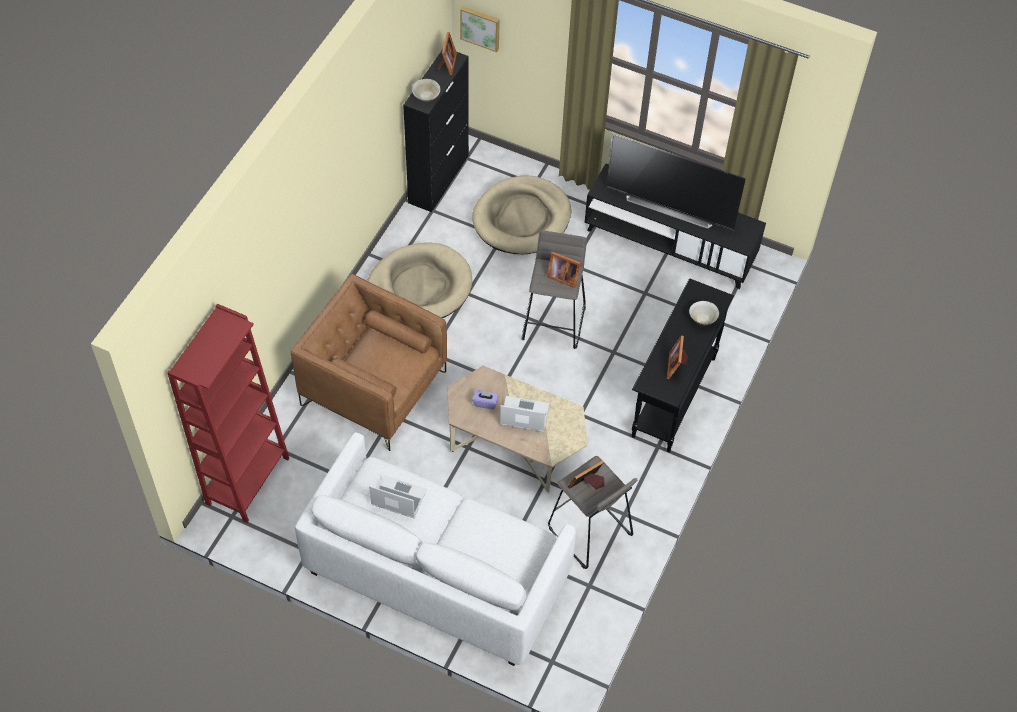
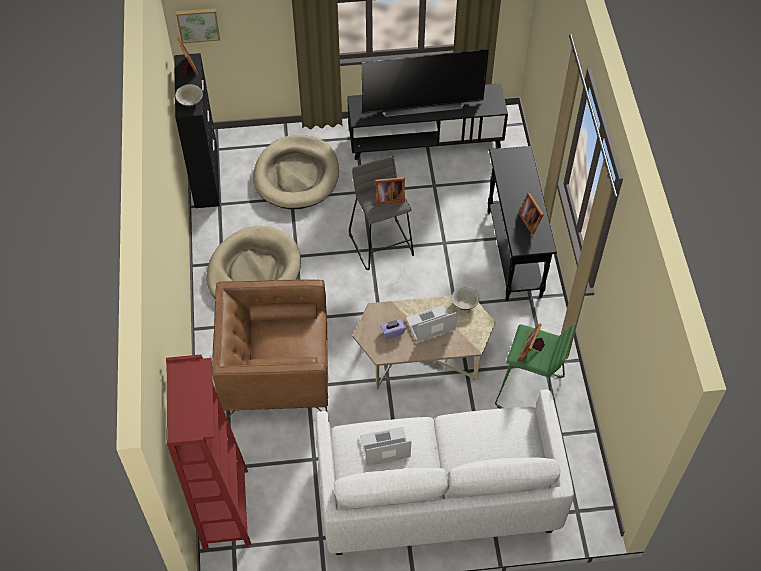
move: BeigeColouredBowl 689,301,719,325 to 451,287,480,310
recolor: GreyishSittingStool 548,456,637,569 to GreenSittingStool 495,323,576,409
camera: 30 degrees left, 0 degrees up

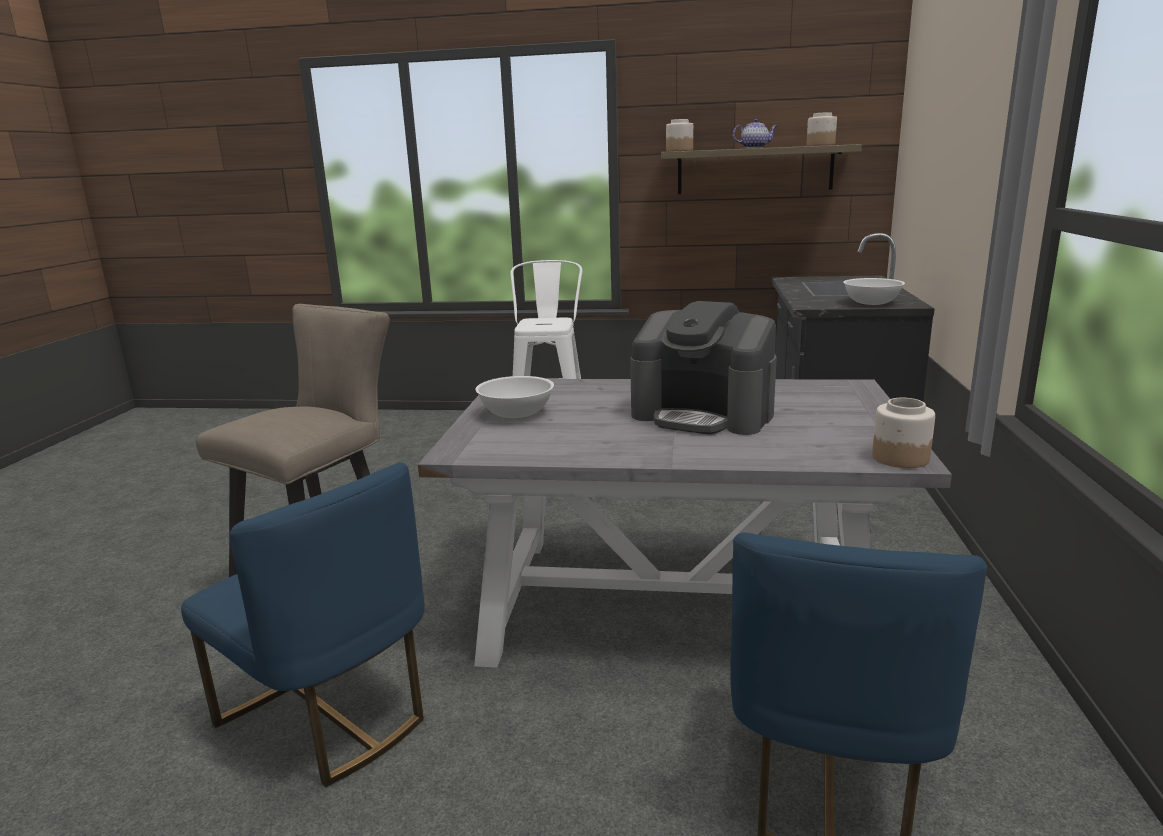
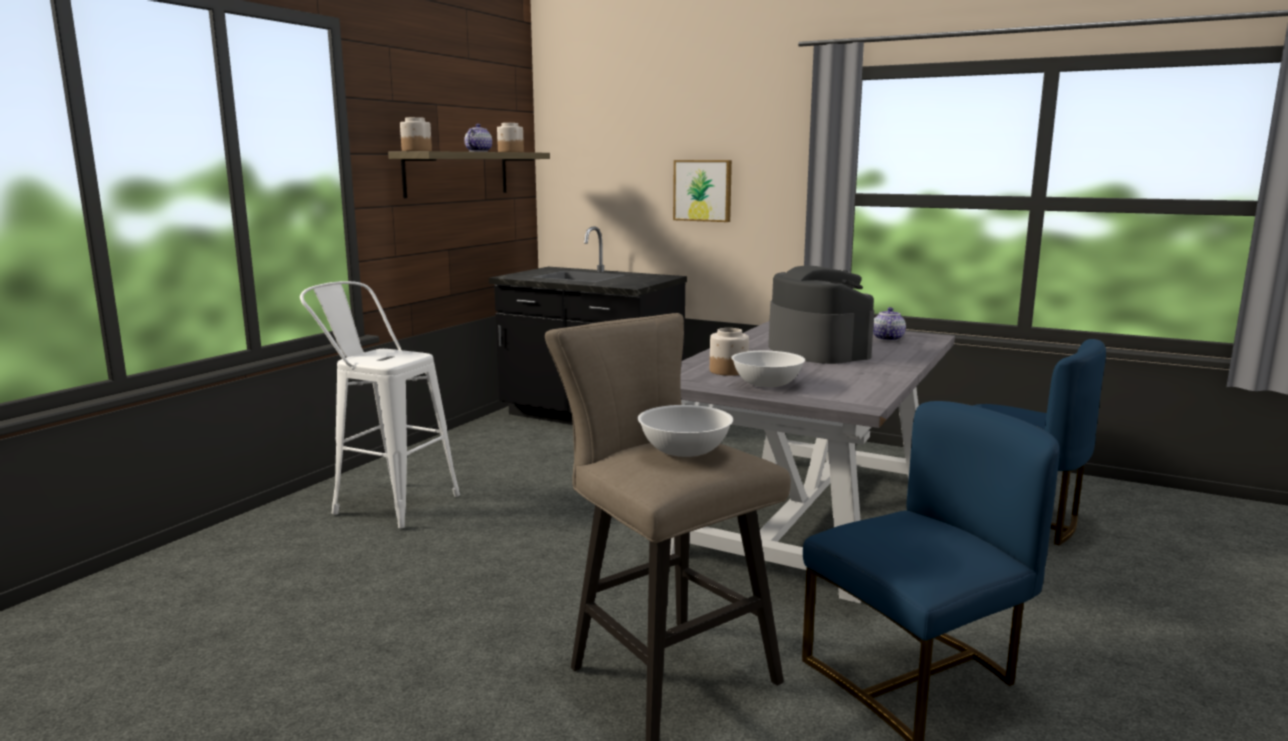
insert: Picture 673,160,732,222; TeaPot 873,307,906,341
move: WhitishBowl 843,278,905,305 to 638,405,733,457; Jar 872,398,935,468 to 710,328,749,376
rotate: CoffeeBrewer 630,301,777,435 = 768,265,874,364 75 degrees counterclockwise
camera: 70 degrees left, 5 degrees down

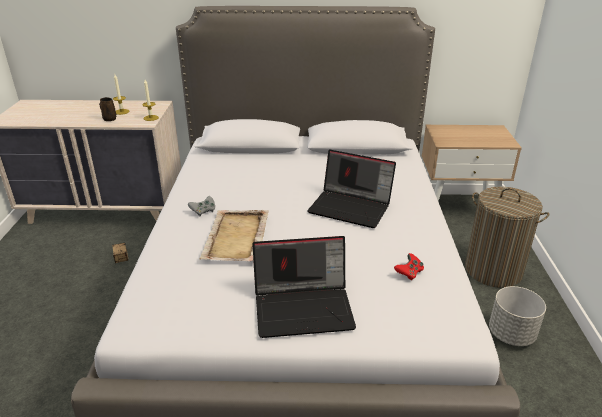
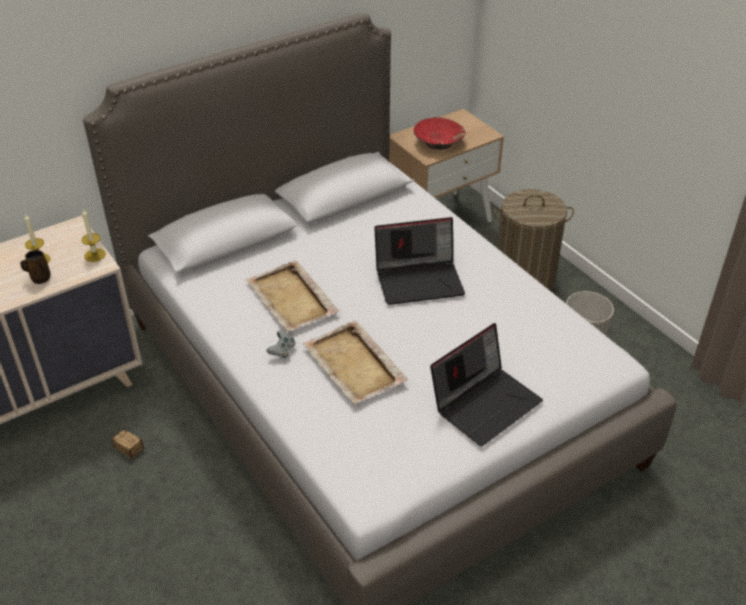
delete: RedColouredGamepad 394,253,424,280
insert: RedColouredBowl 414,117,465,150; BeigeColouredServingTray 245,260,339,332
camera: 35 degrees left, 10 degrees up

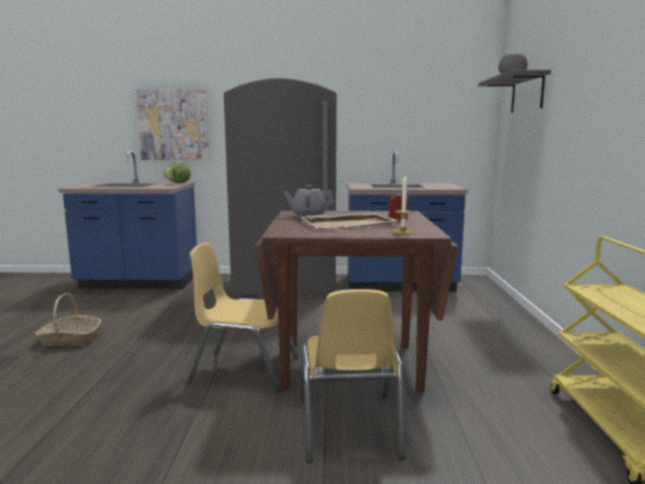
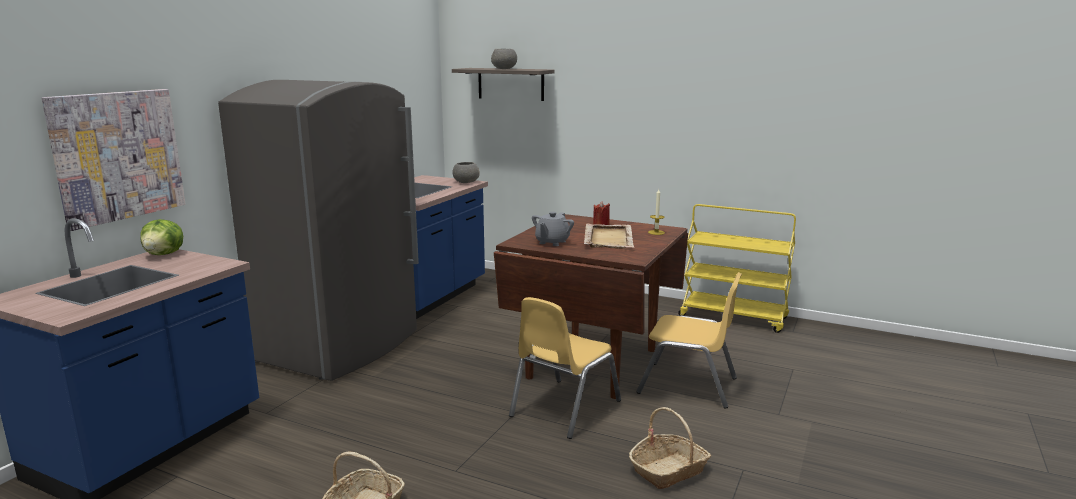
insert: GreyishBowl 452,162,480,183; HouseholdBasket 629,407,711,489
camera: 65 degrees left, 5 degrees up

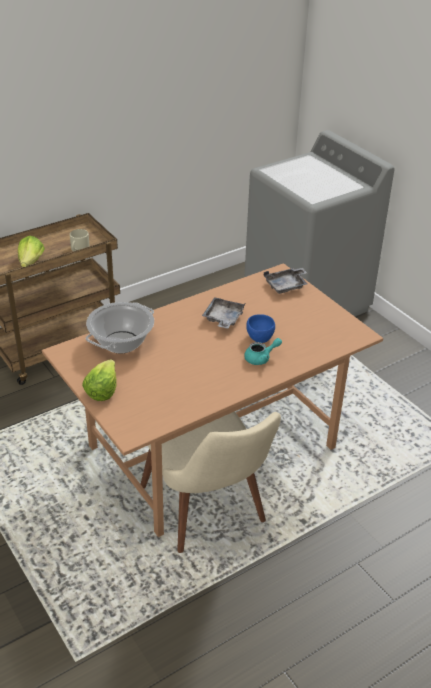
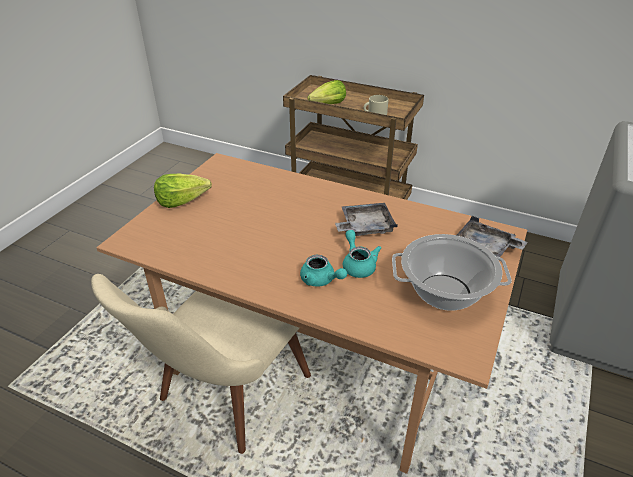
move: CookingPot 86,302,154,354 to 392,234,512,311
replace: BlueColouredBowl 246,314,275,343 to BlueGreenTeaPot 343,230,381,278
camera: 60 degrees right, 0 degrees up

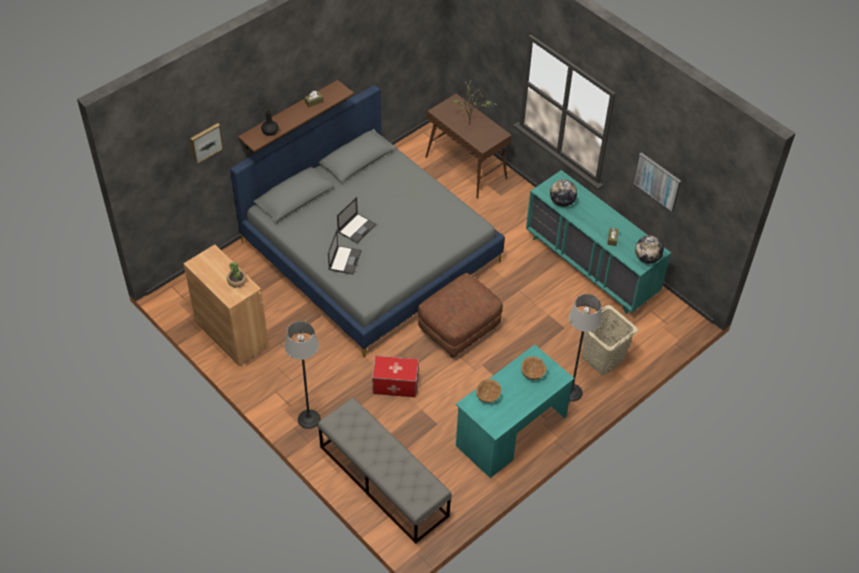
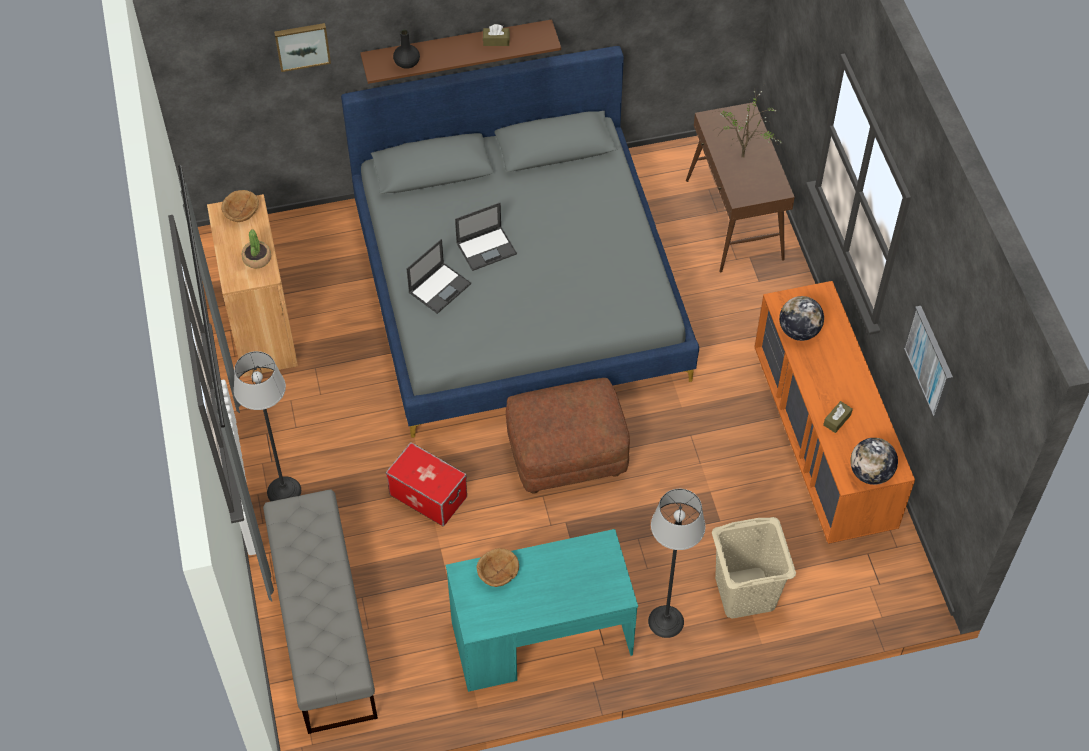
move: BrownBowl 521,356,546,380 to 221,190,259,222
recolor: BlueGreenDresser 526,170,671,314 to OrangeColouredDresser 755,281,915,544
camera: 30 degrees right, 5 degrees up

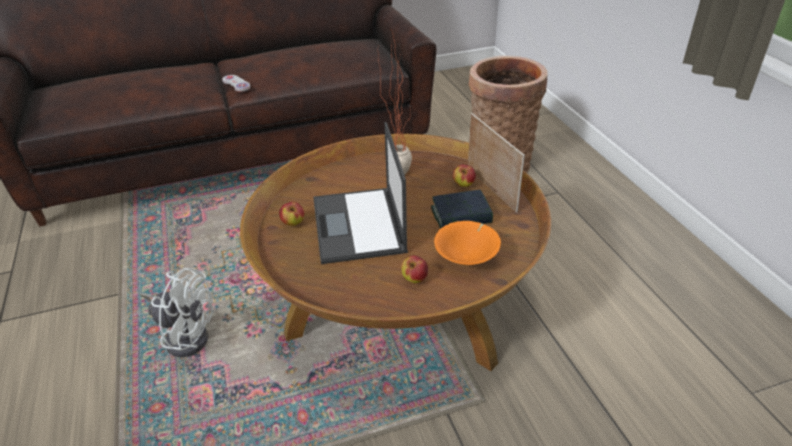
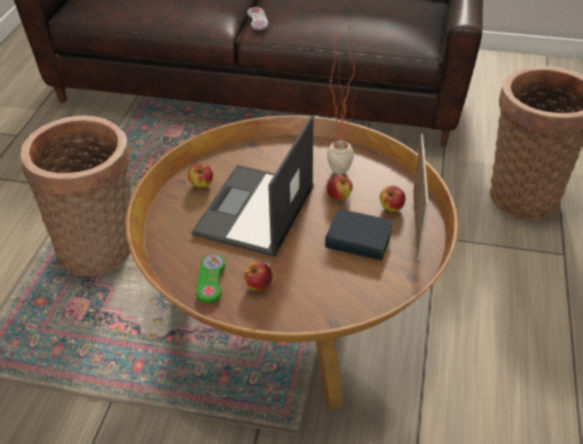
delete: OrangeColouredBowl 434,221,501,265
insert: AppleFruit 327,175,353,200; GreenGamepad 196,255,225,303
replace: WhitishElectricFan 140,268,213,357 to HouseholdBasket 21,115,131,276
camera: 30 degrees right, 5 degrees up

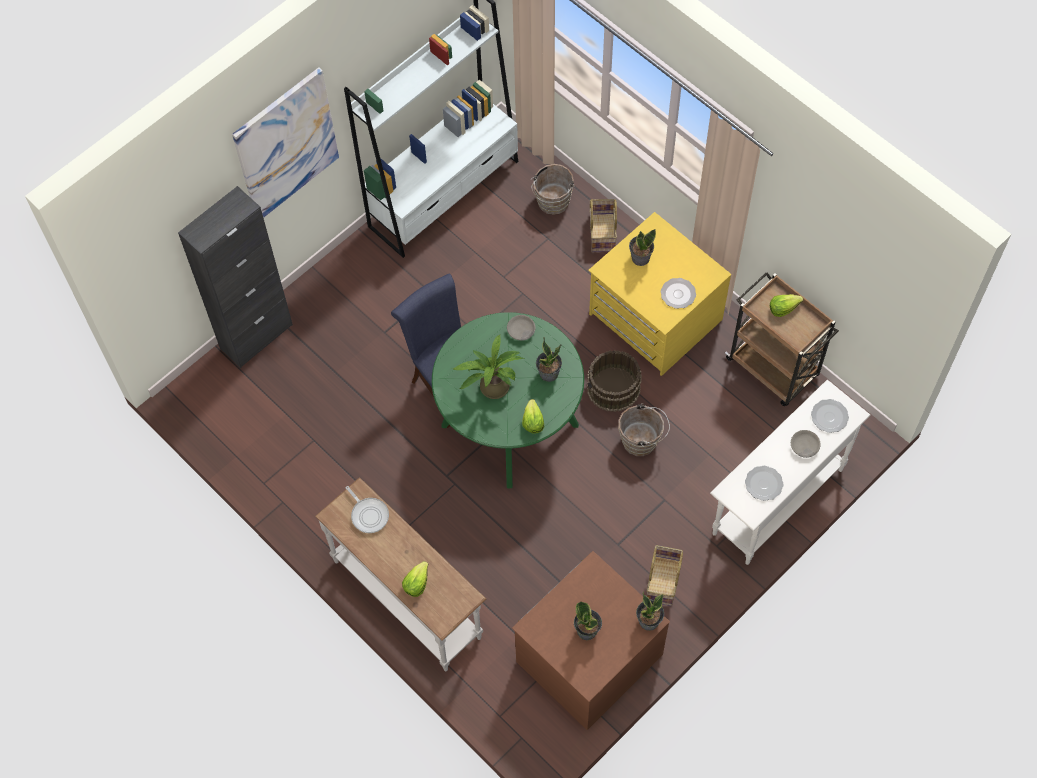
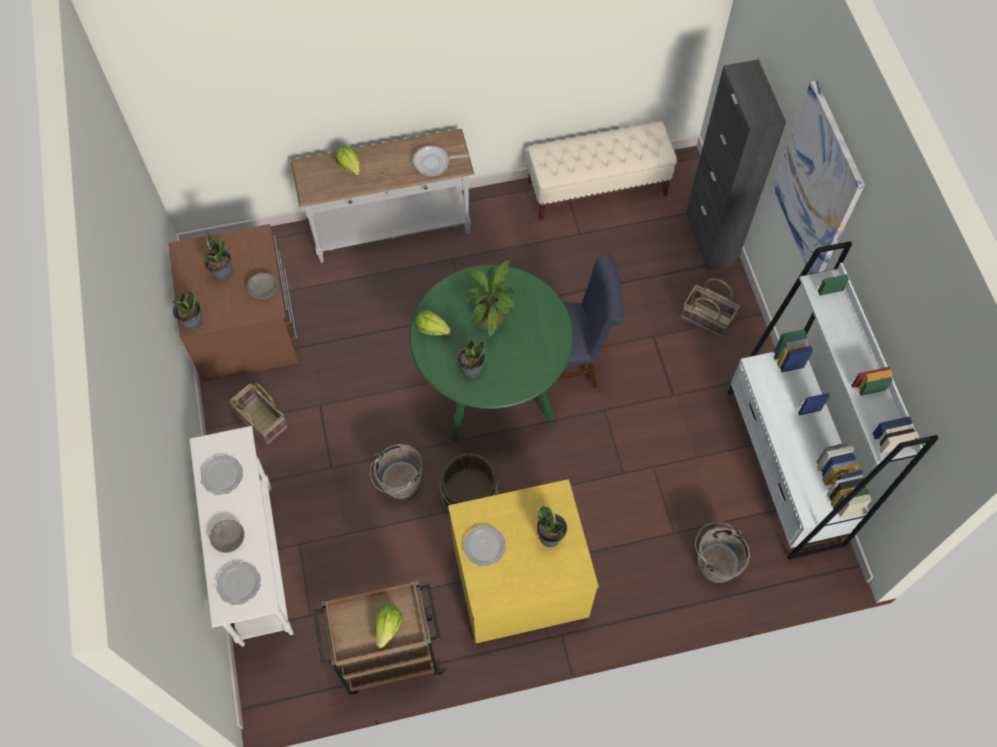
insert: BeigeColouredBench 526,121,677,220
move: HouseholdBasket 590,199,617,252 to 681,278,740,339; GreyishBowl 507,315,536,340 to 247,273,278,299
camera: 120 degrees right, 0 degrees up

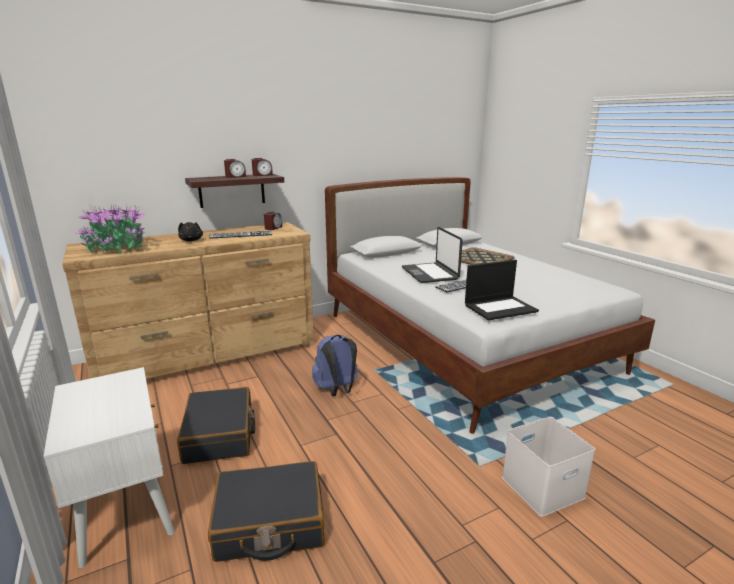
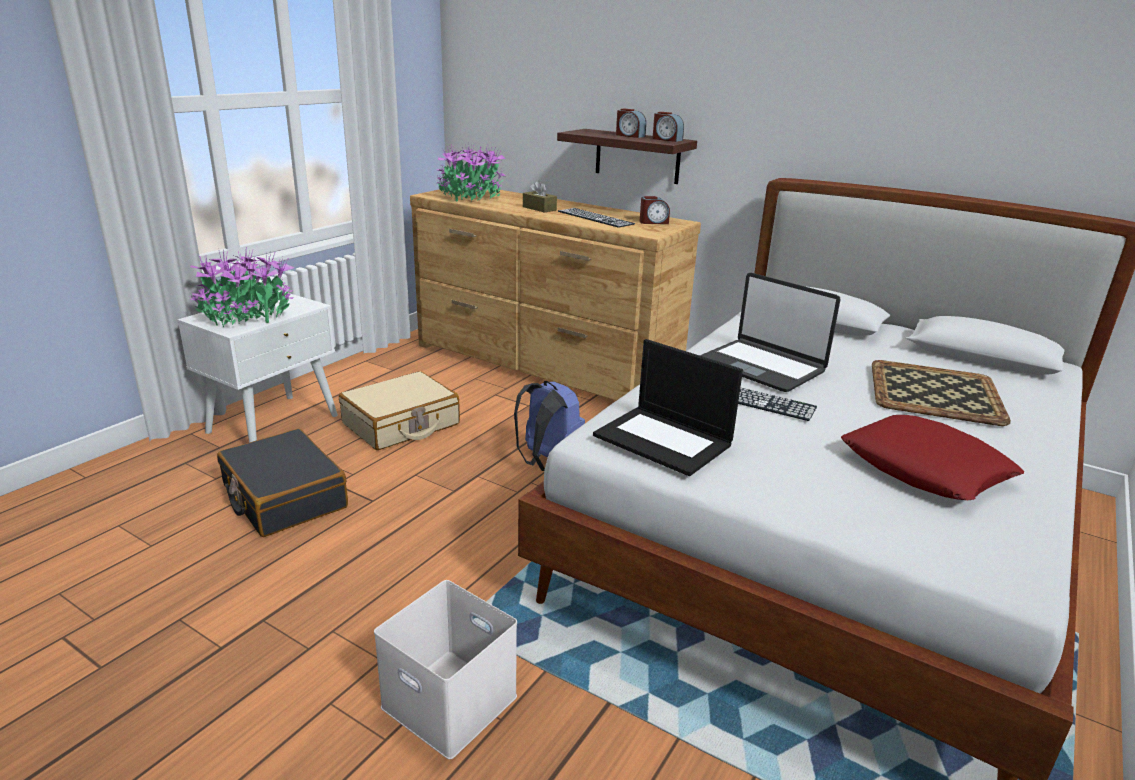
insert: PottedPlant 189,248,295,327; RedColouredCushion 841,415,1024,500
replace: BlackishSoftToy 178,222,203,241 to BrownBoxOfTissues 523,181,557,213
recolor: BlackishSuitcase 177,387,255,464 to BeigeColouredSuitcase 339,371,460,450
rotate: NotebookComputer 402,227,463,283 = 700,273,840,392 90 degrees counterclockwise
camera: 60 degrees right, 5 degrees up

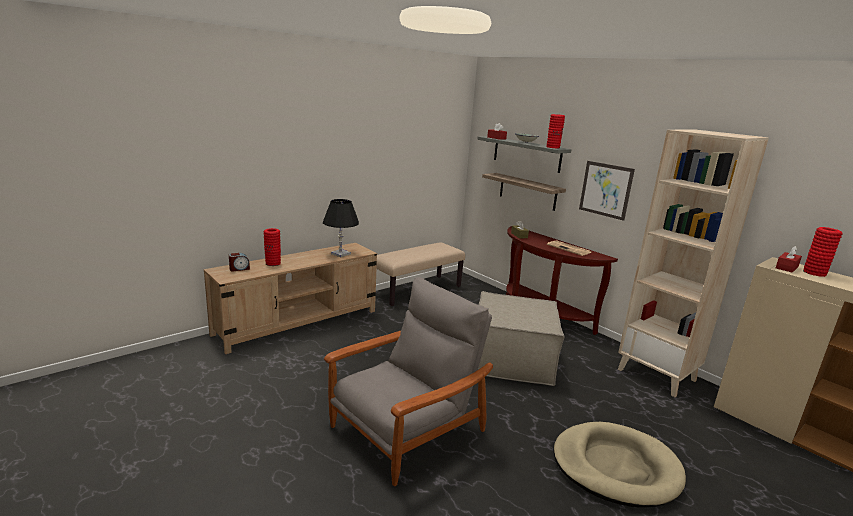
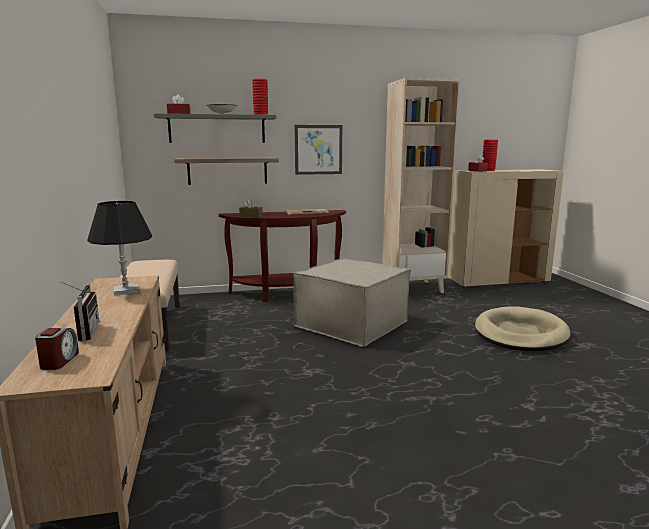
delete: GreyishEasyChair 324,277,493,487
replace: RedColouredVase 264,228,281,266 to RadioReceiver 61,282,100,341
camera: 60 degrees left, 5 degrees down

